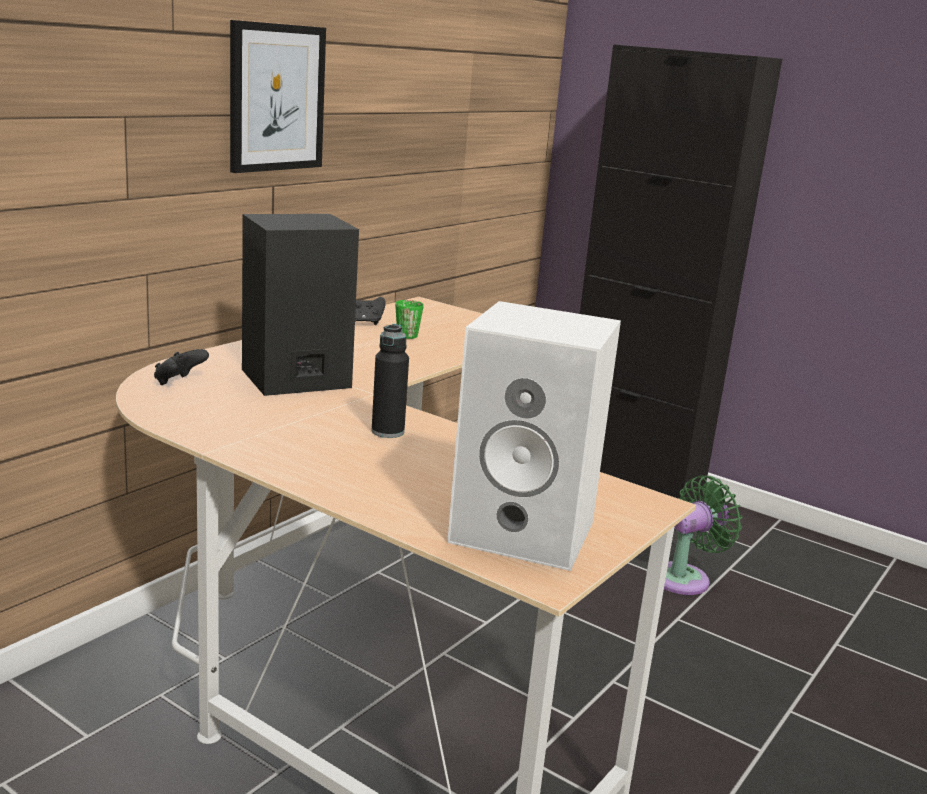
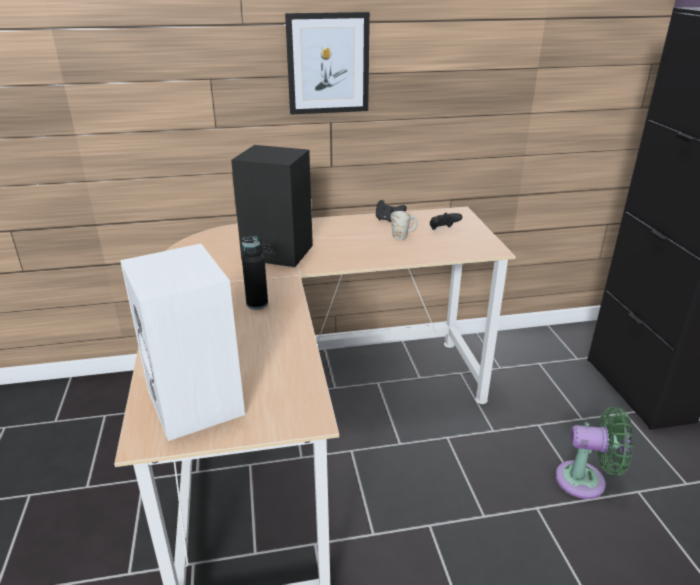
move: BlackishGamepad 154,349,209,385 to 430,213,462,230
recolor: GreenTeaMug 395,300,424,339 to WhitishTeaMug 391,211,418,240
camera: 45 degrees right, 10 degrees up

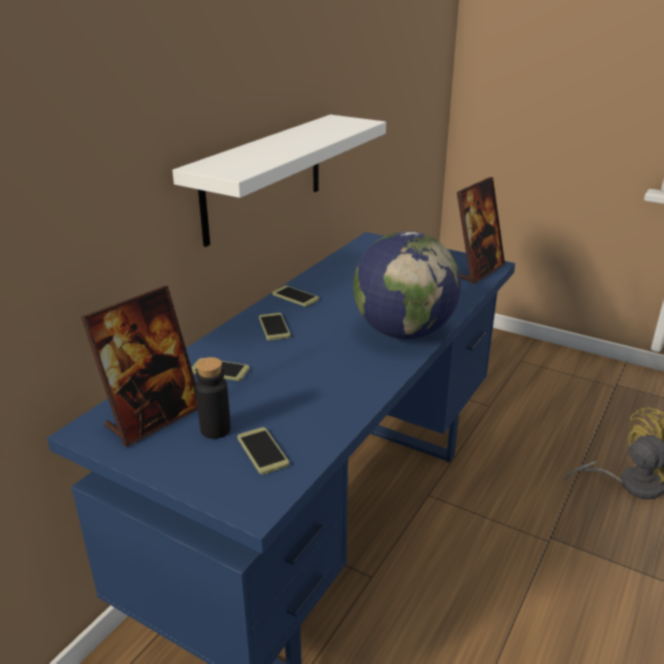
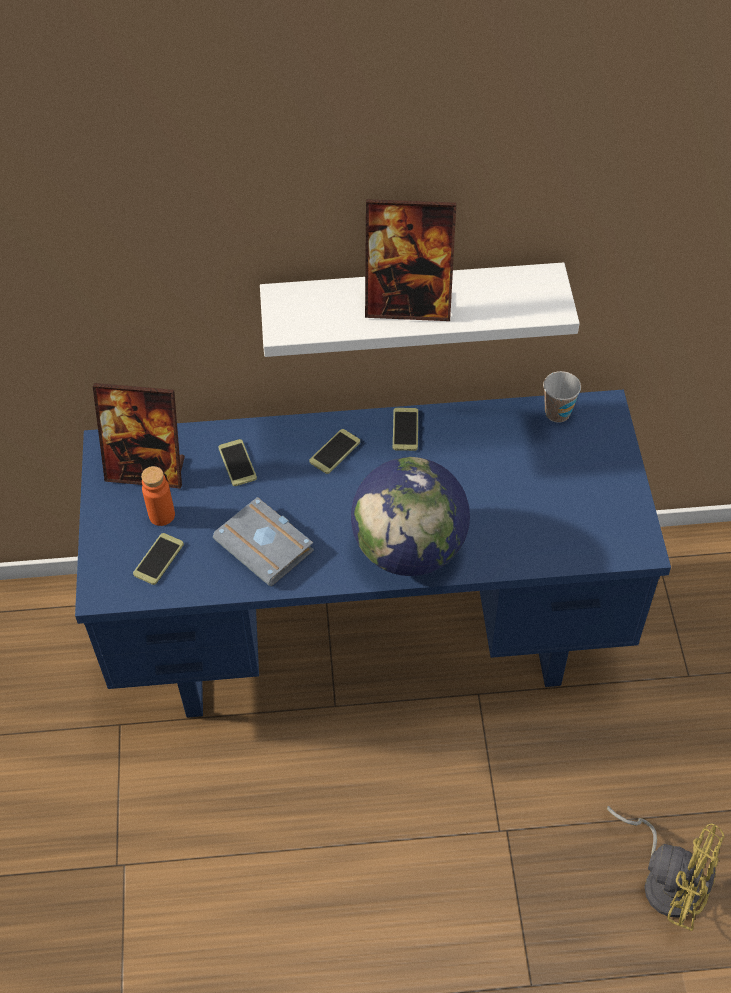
insert: Cup 543,371,581,422; GreyishBook 213,497,314,586
move: PhotoFrame 457,177,505,284 to 365,199,456,321
recolor: BlackishBeverageBottle 195,357,231,439 to OrangeColouredBeverageBottle 141,466,175,526
camera: 55 degrees right, 25 degrees up

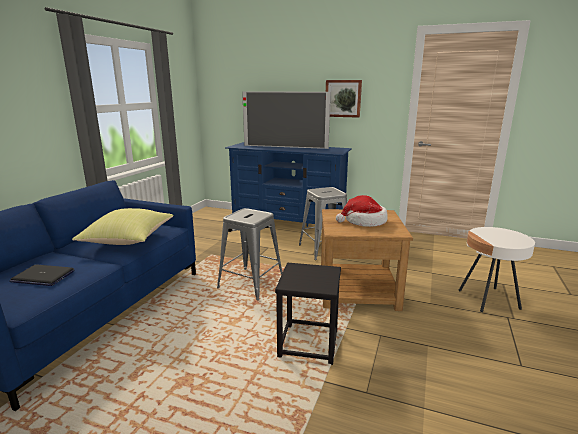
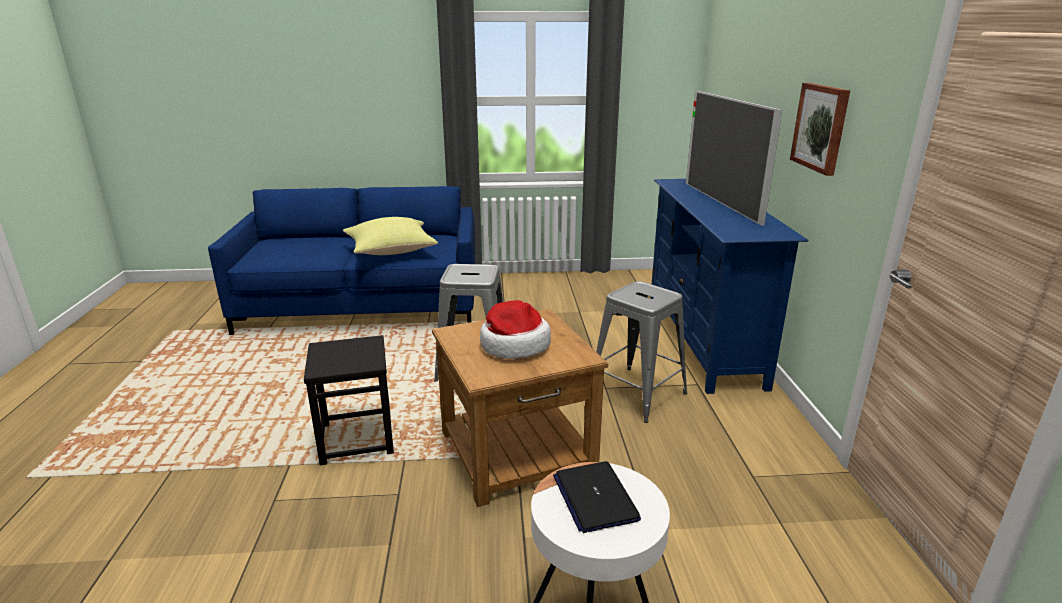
move: NotebookComputer 10,265,74,286 to 553,461,641,533
camera: 65 degrees right, 5 degrees up

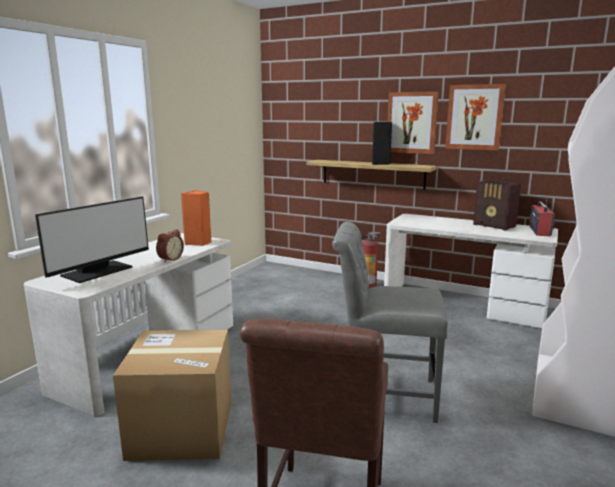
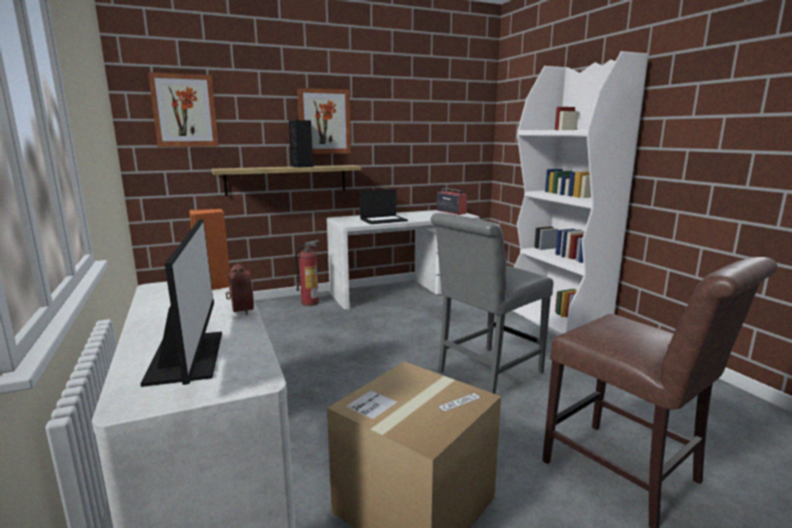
delete: RadioReceiver 473,180,521,231
insert: NotebookComputer 360,189,408,224
move: Picture 445,84,506,150 to 148,72,219,147
camera: 50 degrees left, 0 degrees up

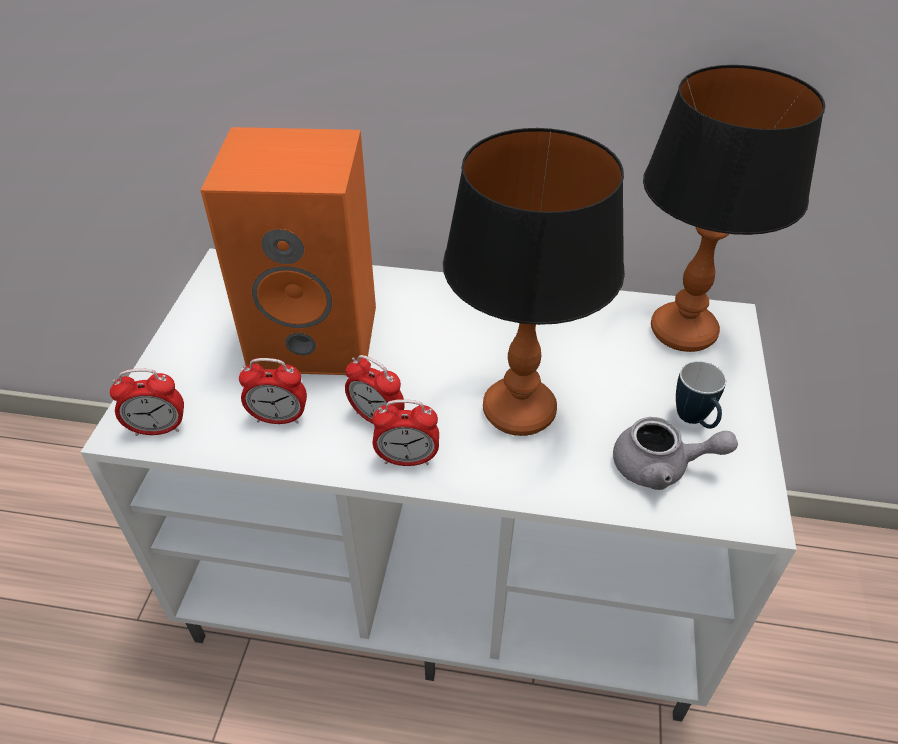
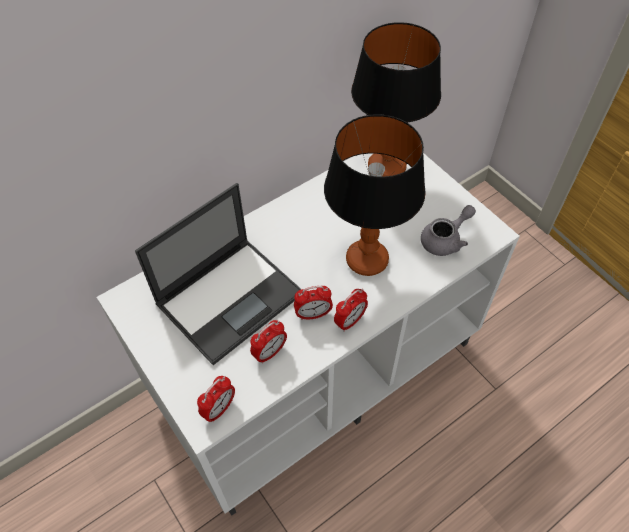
delete: TeaMug 676,361,726,429
replace: OrangeColouredSpeaker 200,127,376,375 to NotebookComputer 135,183,301,365
camera: 45 degrees left, 10 degrees up

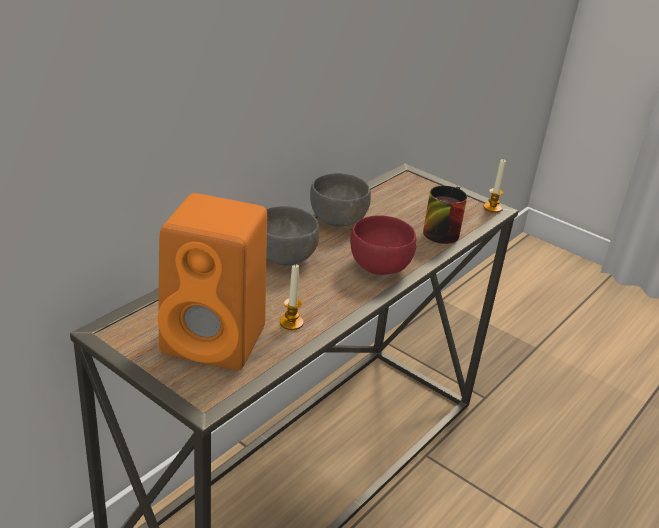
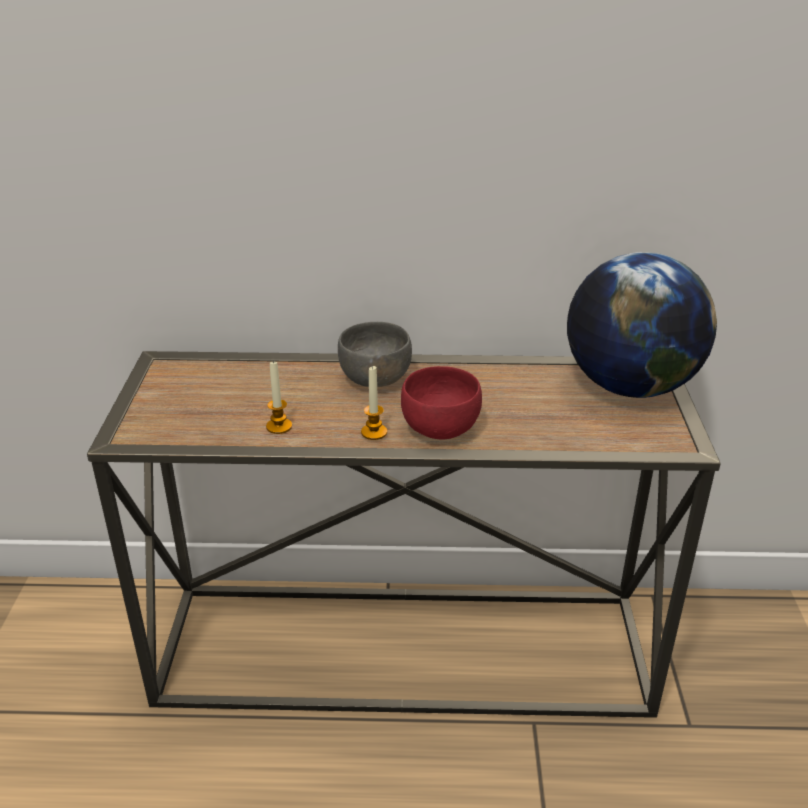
delete: GreyishBowl 310,173,371,227; TeaMug 423,186,467,244; OrangeColouredSpeaker 158,193,267,370
insert: DeskGlobe 567,252,717,398
move: WaxLight 484,159,506,213 to 361,365,387,440
camera: 55 degrees right, 0 degrees up

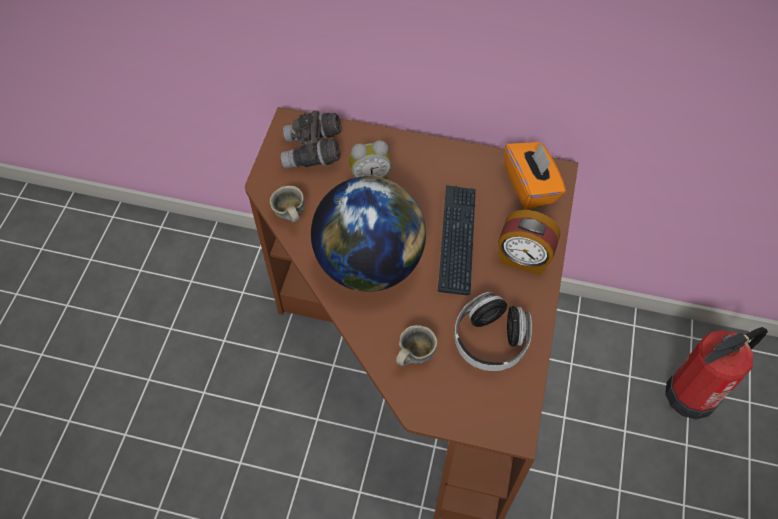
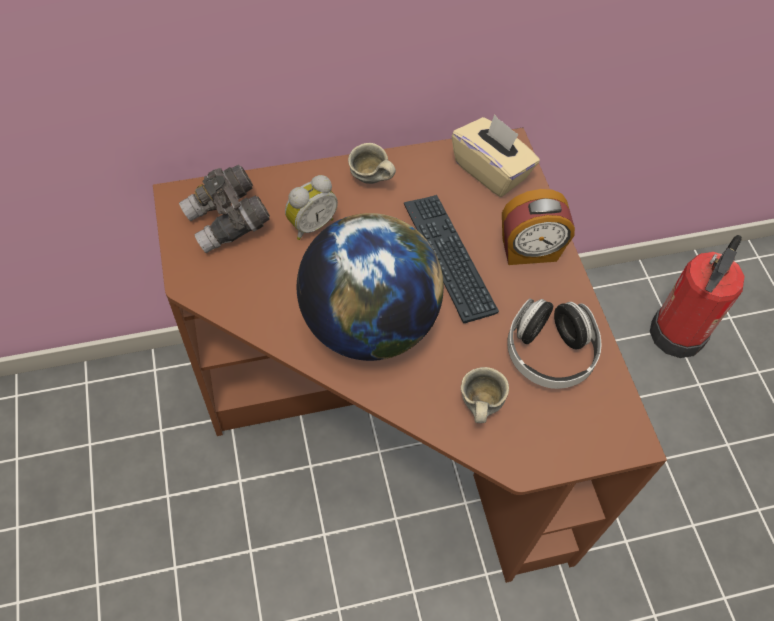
move: GreyishTeaMug 270,186,304,223 to 348,143,396,184
recolor: OrangeColouredBoxOfTissues 504,142,566,210 to BeigeColouredBoxOfTissues 452,114,540,197
camera: 30 degrees left, 0 degrees up

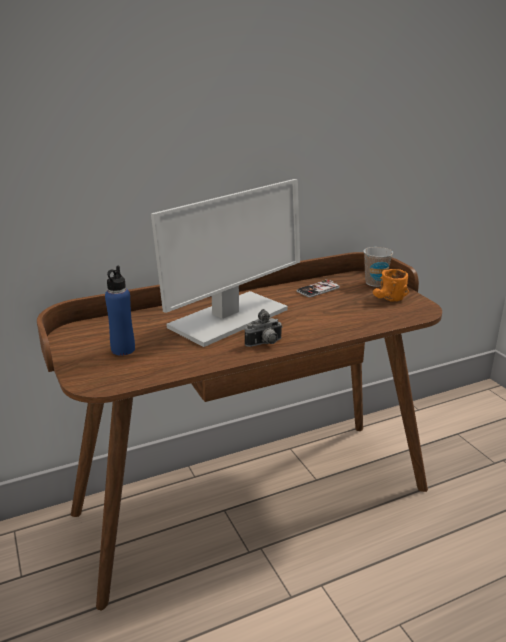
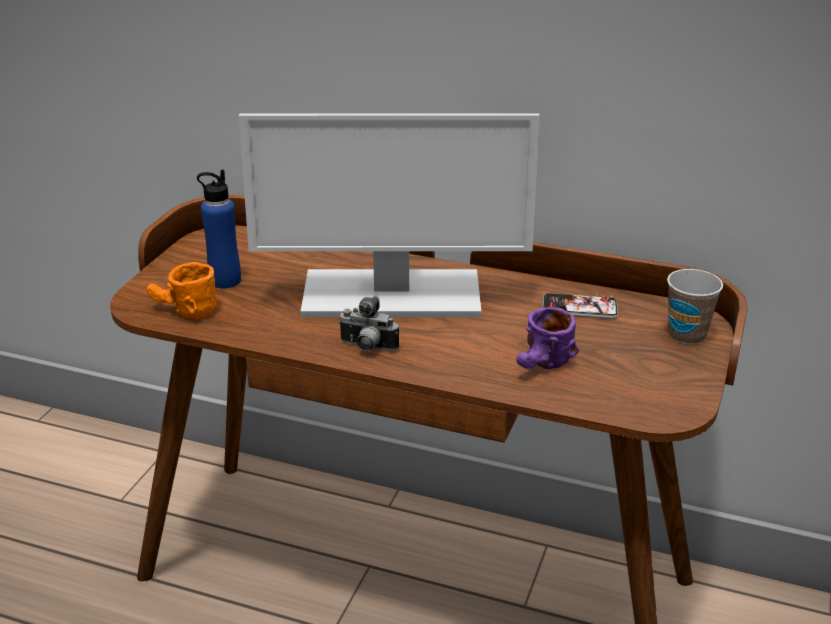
insert: PurplishTeaMug 516,307,579,369
move: OrangeColouredTeaMug 373,269,409,301 to 146,262,217,320
camera: 45 degrees right, 5 degrees up

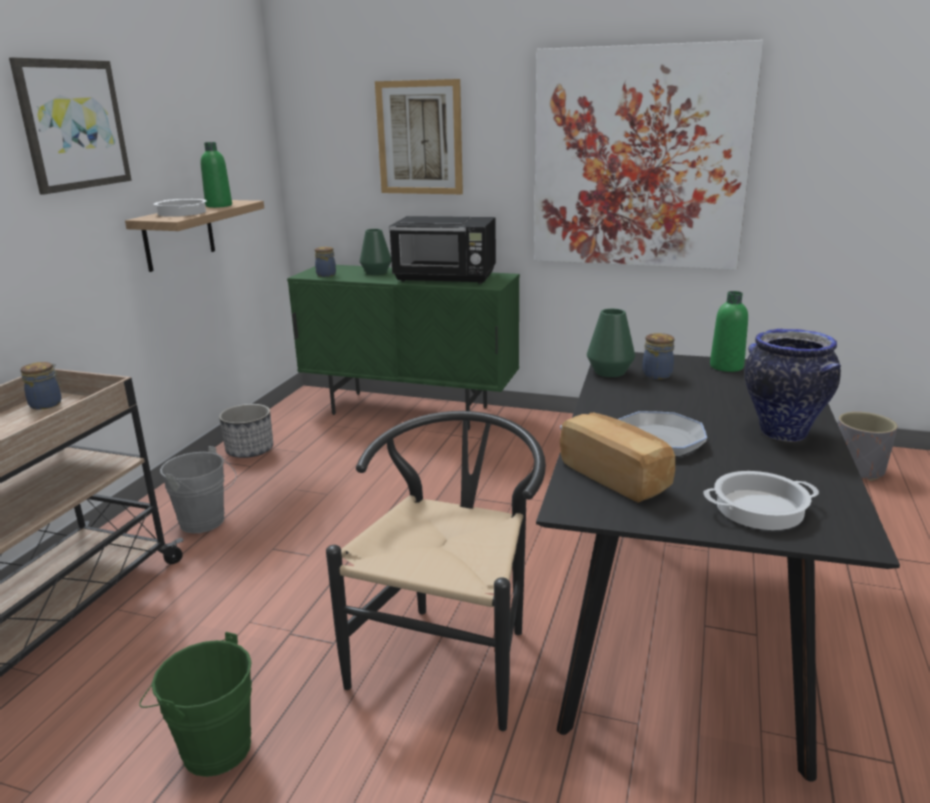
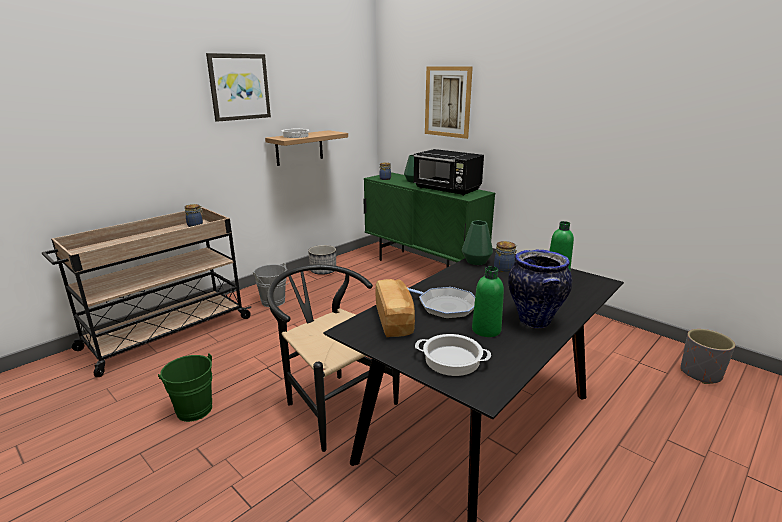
delete: Picture 534,40,763,270
move: GreenBeverageBottle 200,142,232,208 to 472,266,504,337
rotate: BlackishPlainChair 326,411,546,731 = 267,264,400,452 90 degrees counterclockwise
camera: 25 degrees right, 0 degrees up

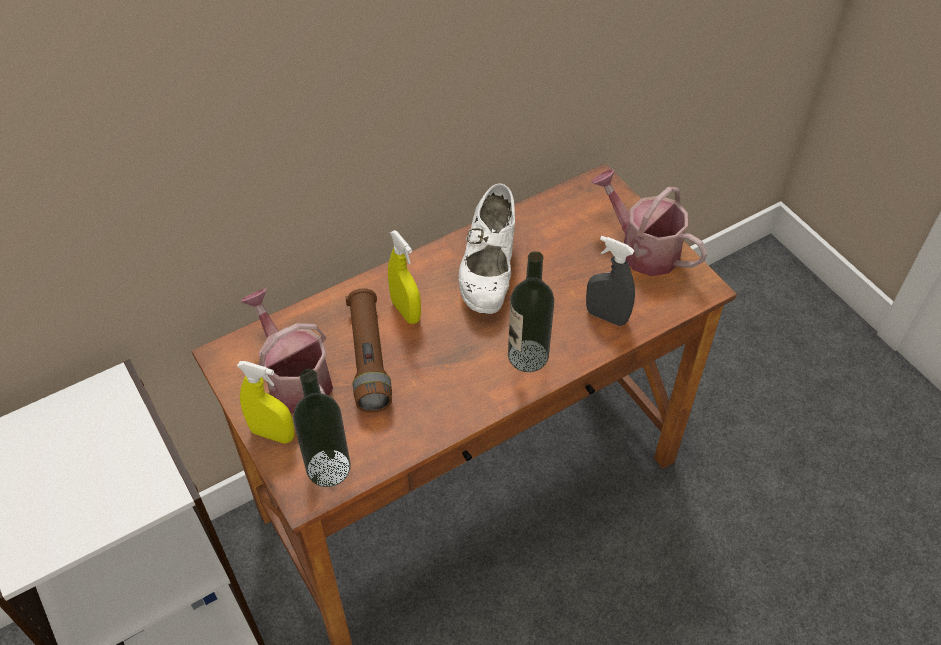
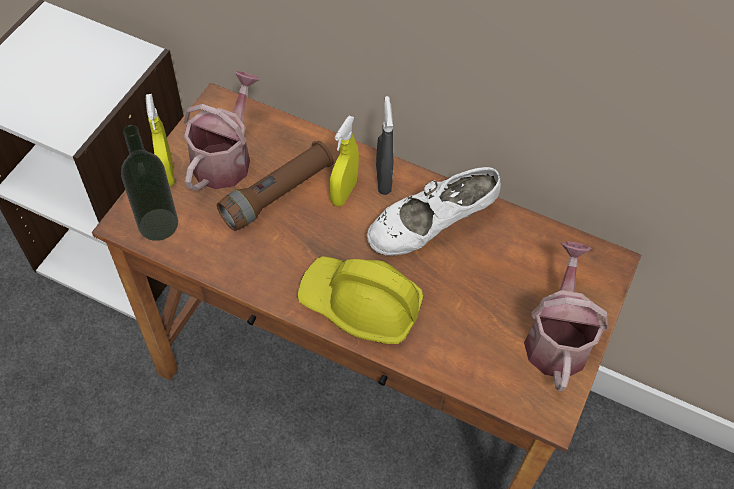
move: GreyishSprayBottle 586,236,635,326 to 376,96,394,195
replace: BeverageBottle 508,251,554,372 to YellowColouredHardHat 297,256,423,344
camera: 55 degrees right, 5 degrees up

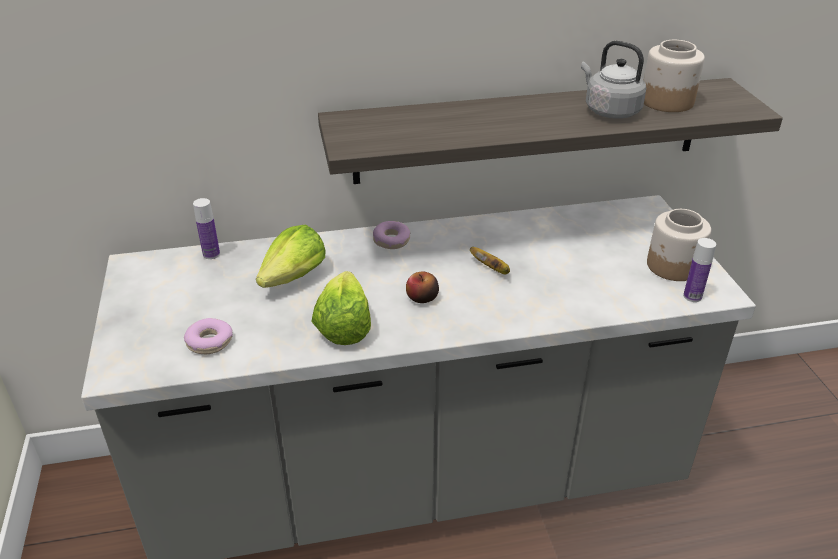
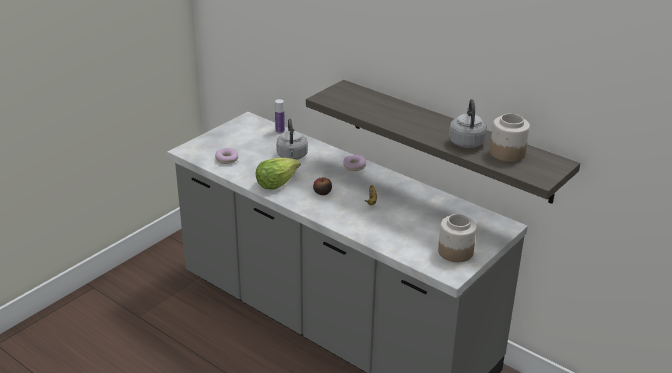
delete: BeverageBottle 683,238,716,302
replace: HeadOfLettuce 256,224,325,288 to GreyishWaterKettle 276,119,308,160
camera: 50 degrees right, 5 degrees down

